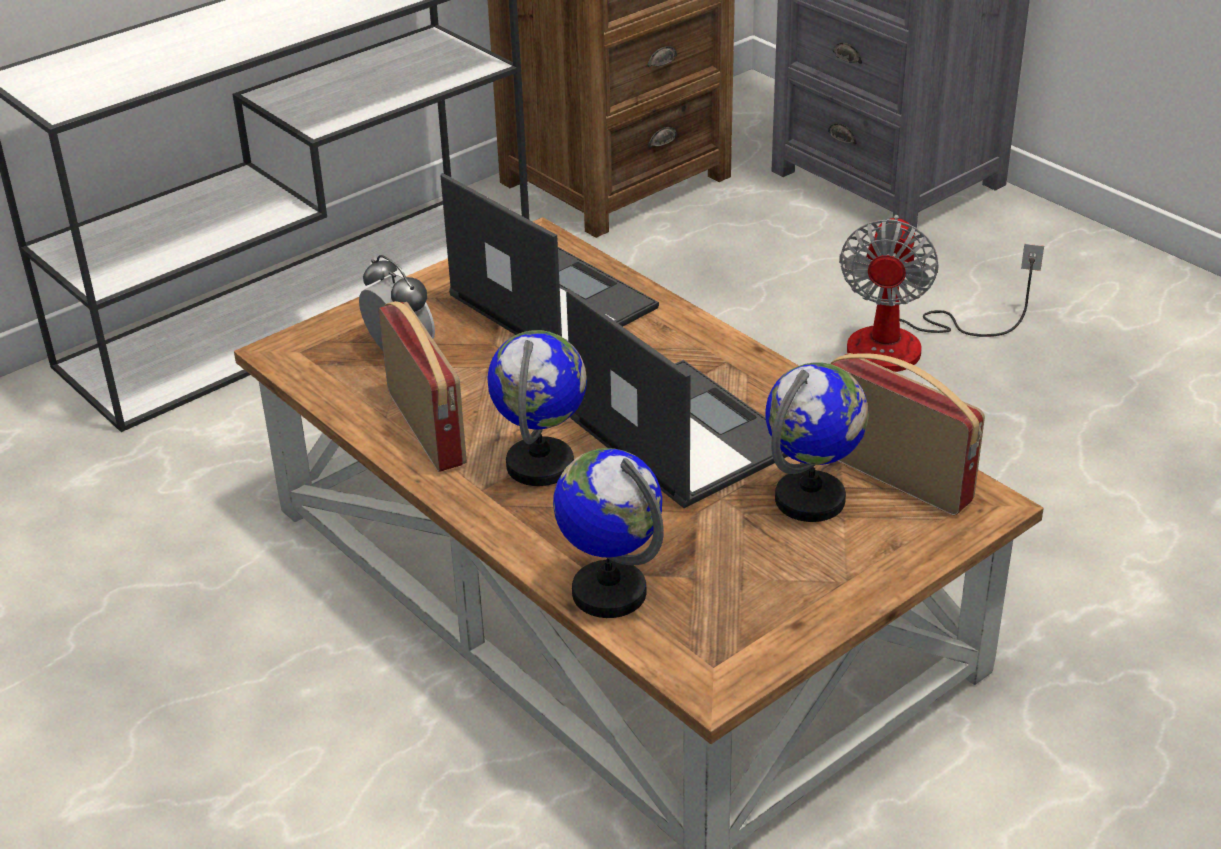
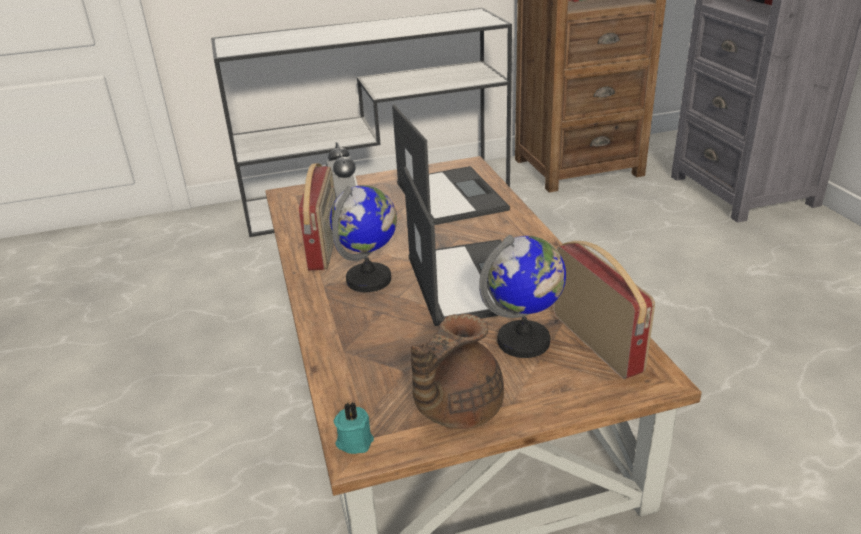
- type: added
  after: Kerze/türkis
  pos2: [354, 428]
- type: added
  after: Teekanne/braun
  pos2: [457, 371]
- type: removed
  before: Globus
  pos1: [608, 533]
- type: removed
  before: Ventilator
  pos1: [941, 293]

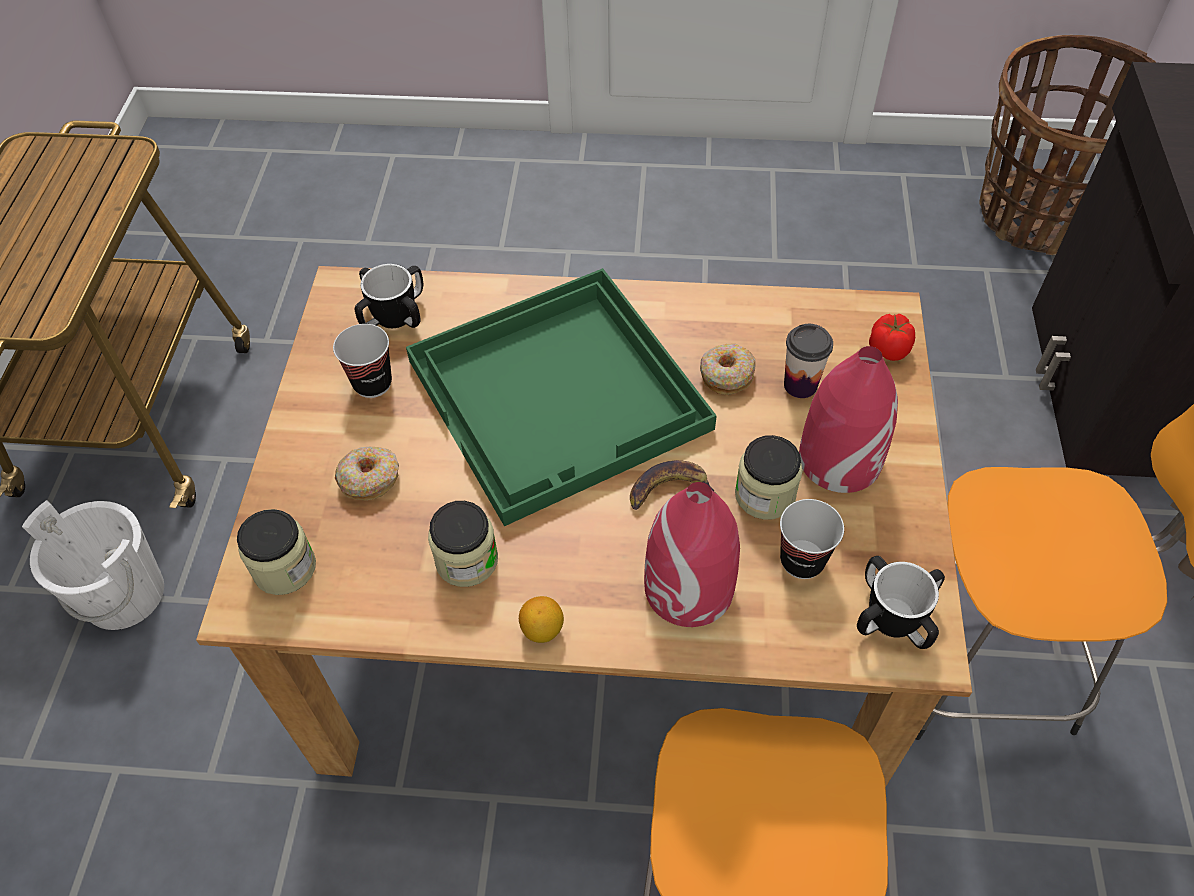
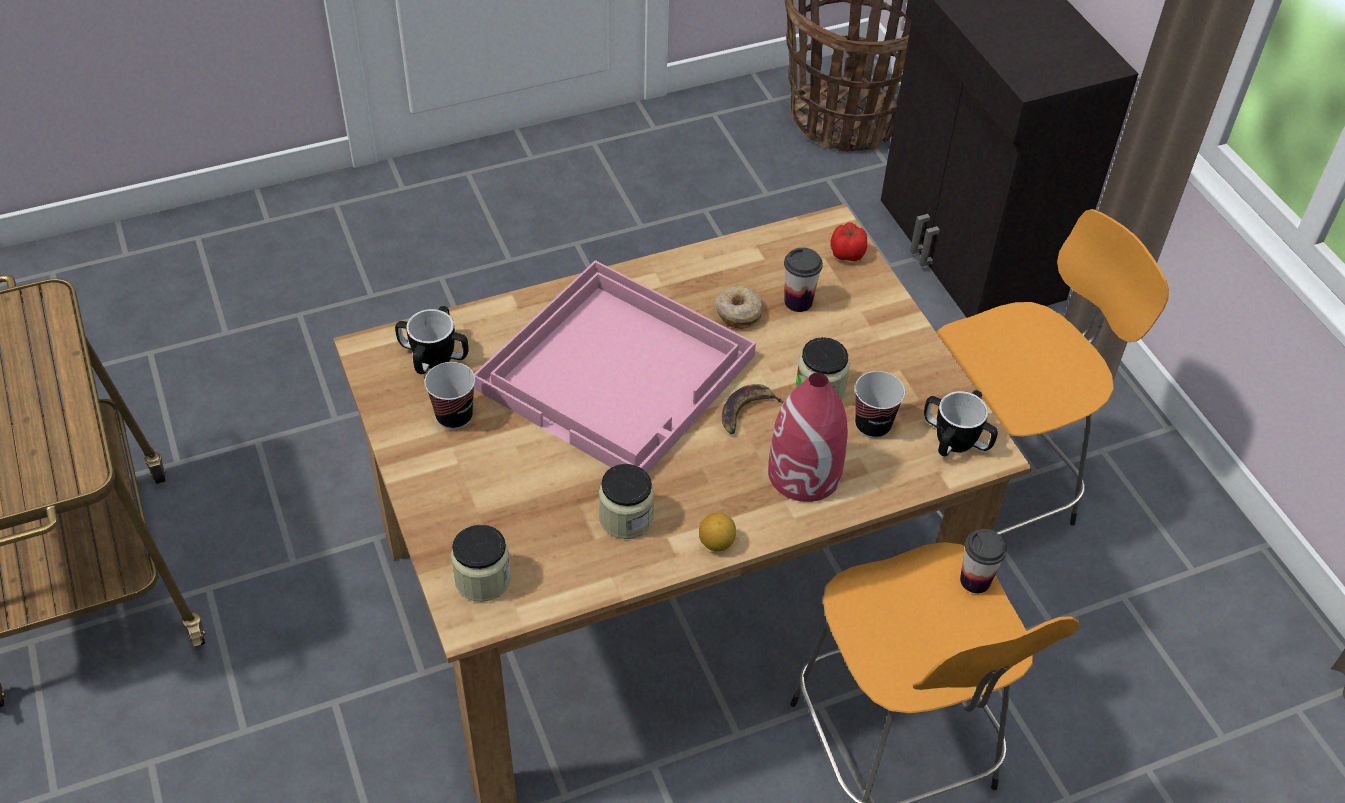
- type: recoloured
  before: Tablett/grün
  after: Tablett/rosa
  pos1: [561, 397]
  pos2: [615, 367]
- type: added
  after: Tasse
  pos2: [983, 561]
- type: removed
  before: Eimer/weiß
  pos1: [93, 565]
- type: removed
  before: Donut
  pos1: [367, 473]
- type: removed
  before: Vase/rot
  pos1: [848, 419]

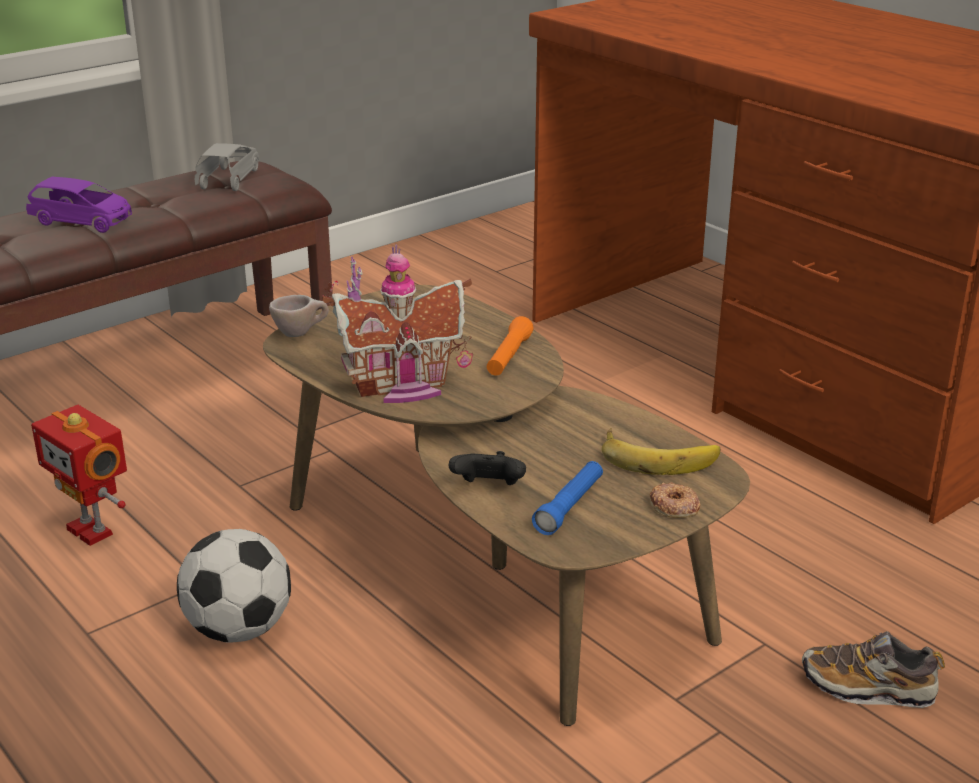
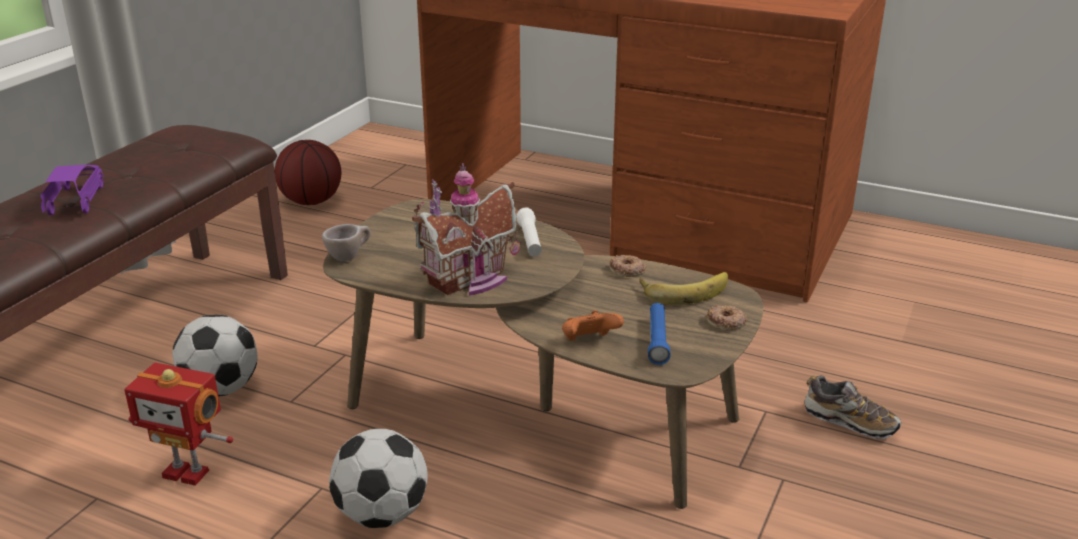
- type: turned
  before: Spielzeugauto/lila
  pos1: [79, 205]
  pos2: [72, 190]
  turn: -90
- type: added
  after: Fußball
  pos2: [215, 355]
- type: added
  after: Basketball
  pos2: [307, 172]
- type: recoloured
  before: Taschenlampe/orange
  after: Taschenlampe/weiß
  pos1: [510, 345]
  pos2: [529, 231]
- type: recoloured
  before: Gamepad/schwarz
  after: Gamepad/orange
  pos1: [487, 468]
  pos2: [593, 325]
- type: added
  after: Donut
  pos2: [627, 265]
- type: turned
  before: Schuh
  pos1: [873, 669]
  pos2: [853, 407]
  turn: -135
- type: removed
  before: Spielzeugauto/grau
  pos1: [227, 167]

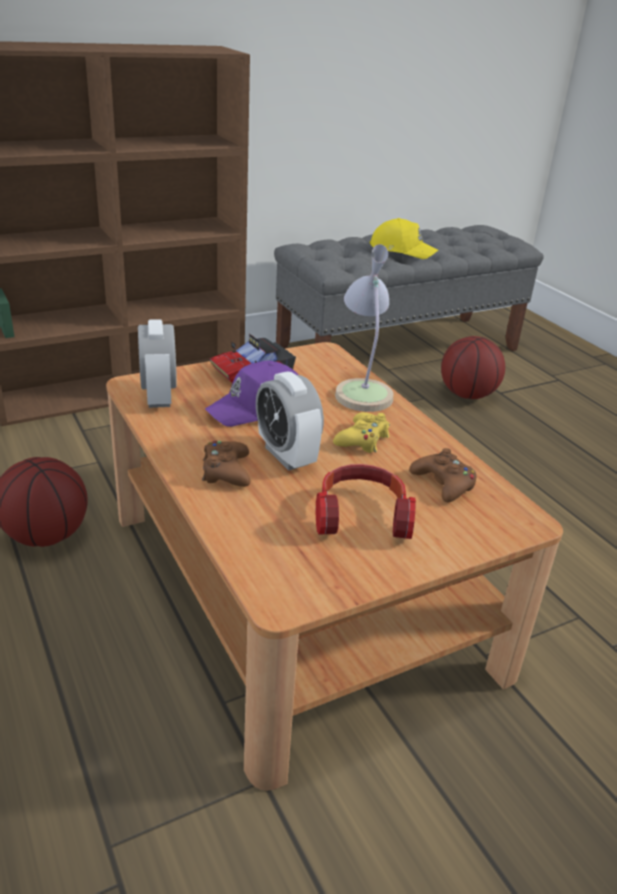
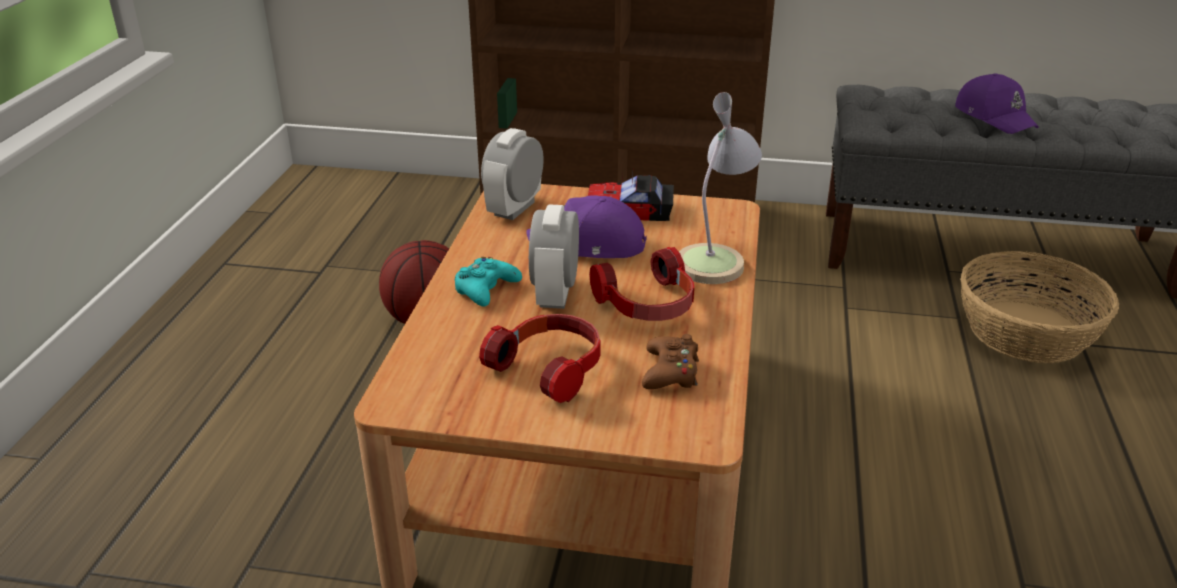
- type: recoloured
  before: Gamepad/braun
  after: Gamepad/türkis
  pos1: [226, 464]
  pos2: [488, 282]
- type: replaced
  before: Gamepad/gelb
  after: Kopfhörer
  pos1: [361, 432]
  pos2: [641, 284]
- type: recoloured
  before: Kappe/gelb
  after: Kappe/lila
  pos1: [404, 238]
  pos2: [997, 103]
- type: replaced
  before: Basketball
  after: Korb
  pos1: [473, 367]
  pos2: [1039, 307]

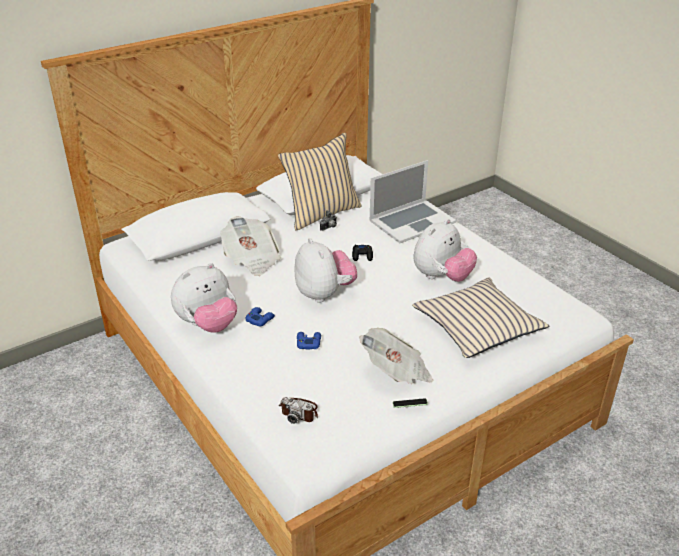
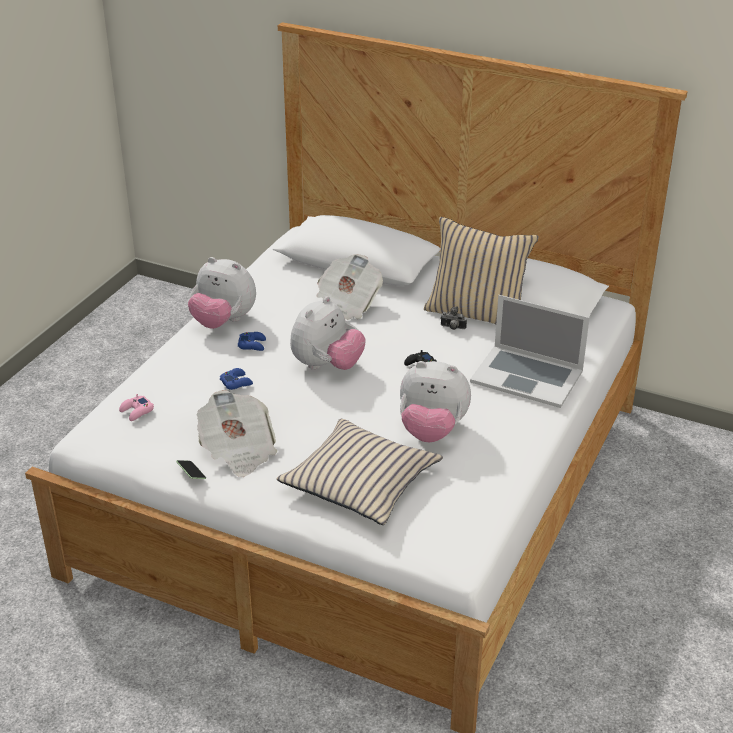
- type: replaced
  before: Kamera
  after: Gamepad/rosa
  pos1: [298, 410]
  pos2: [136, 407]

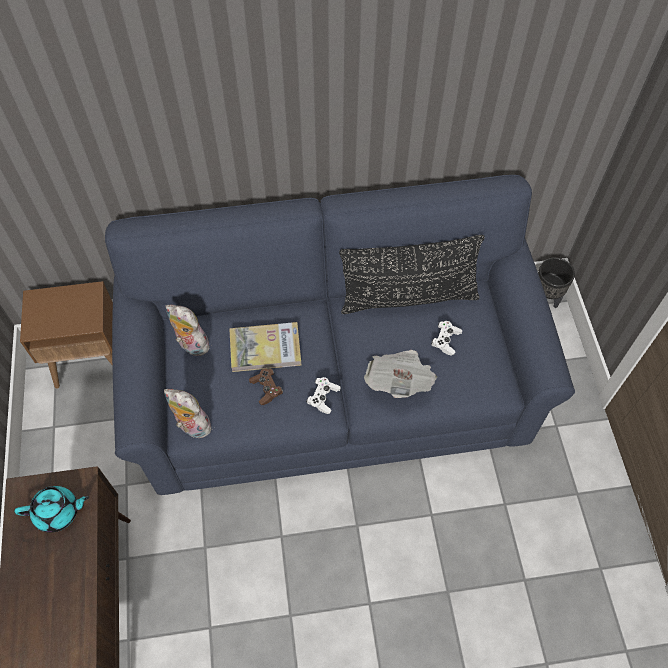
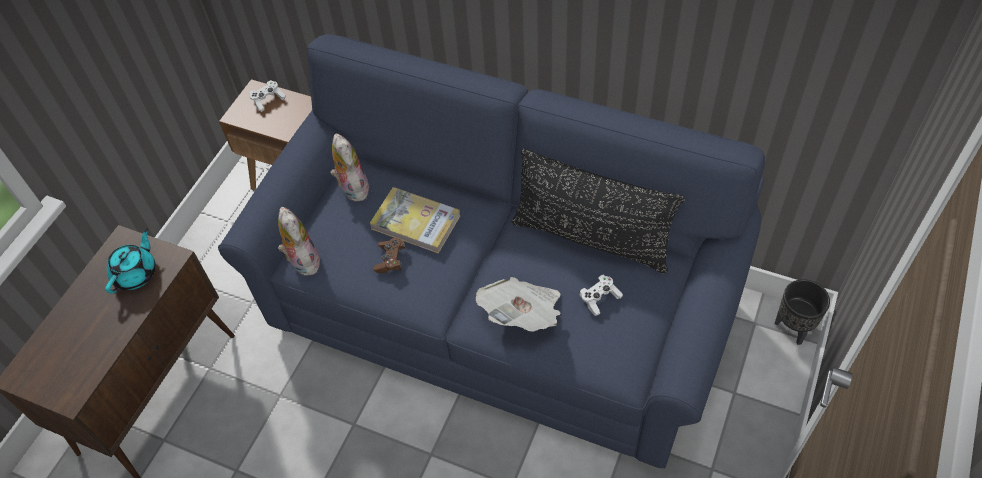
- type: turned
  before: Teekanne/türkis
  pos1: [52, 509]
  pos2: [130, 260]
  turn: -90
- type: moved
  before: Gamepad/weiß
  pos1: [323, 395]
  pos2: [267, 96]

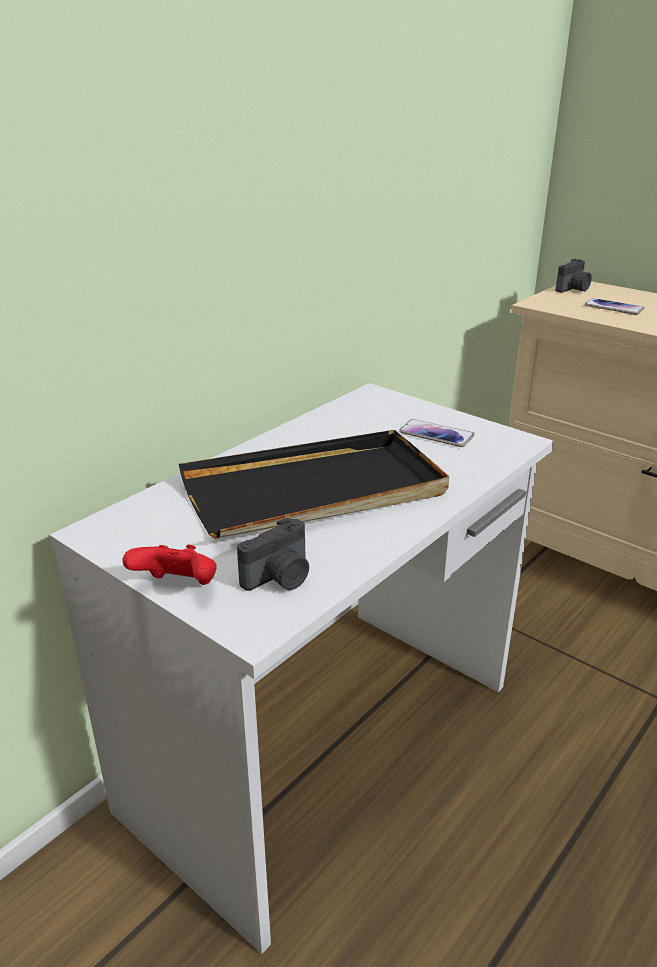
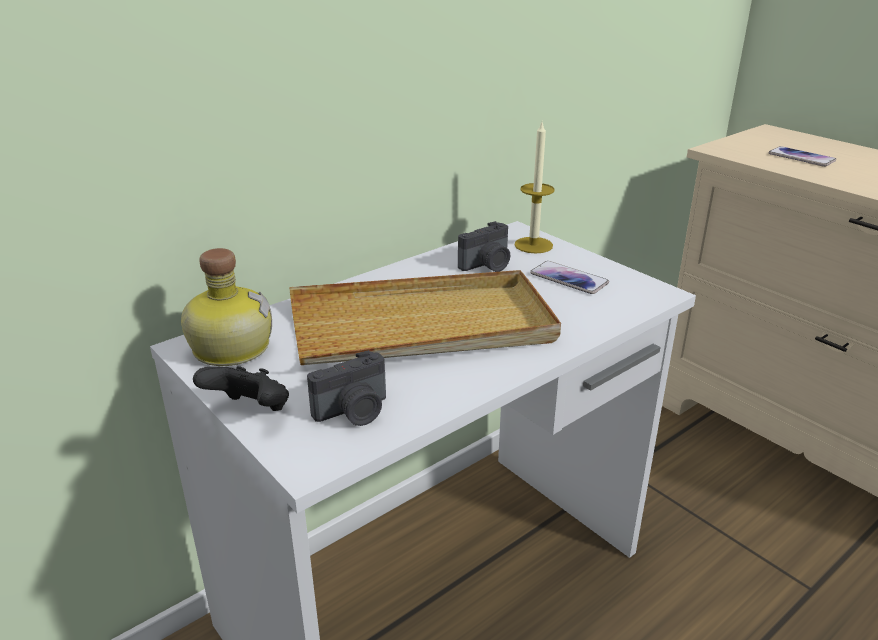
- type: added
  after: Flasche
  pos2: [226, 307]
- type: recoloured
  before: Gamepad/rot
  after: Gamepad/schwarz
  pos1: [169, 565]
  pos2: [241, 388]
- type: recoloured
  before: Tablett/schwarz
  after: Tablett/beige
  pos1: [314, 484]
  pos2: [425, 317]
- type: moved
  before: Kamera
  pos1: [573, 275]
  pos2: [484, 246]
- type: added
  after: Kerze
  pos2: [534, 187]

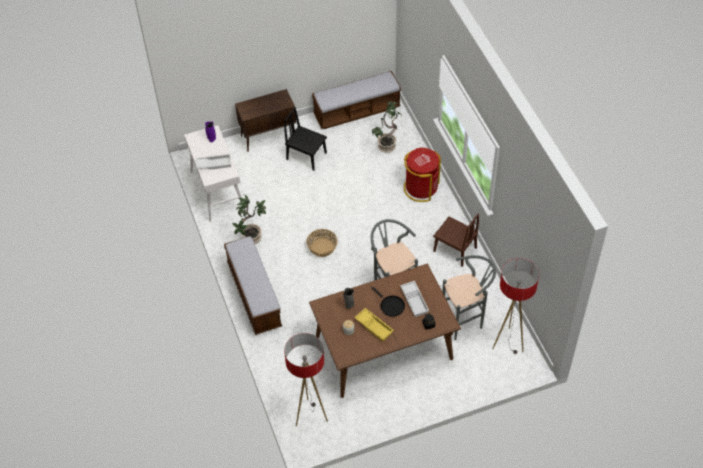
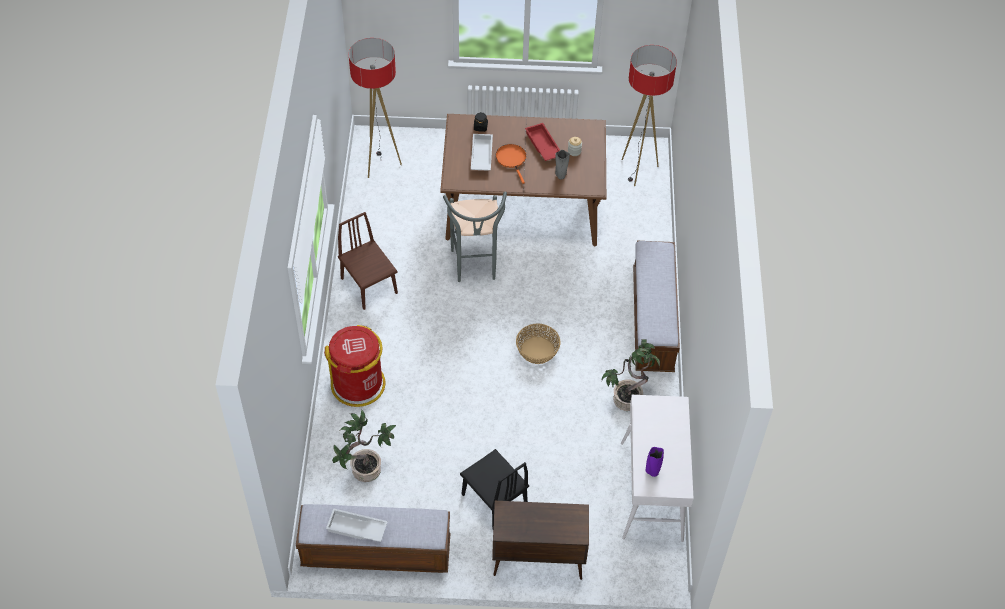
- type: moved
  before: Tablett/weiß
  pos1: [214, 162]
  pos2: [357, 525]
- type: recoloured
  before: Pfanne/schwarz
  after: Pfanne/orange
  pos1: [388, 302]
  pos2: [511, 164]
- type: recoloured
  before: Tablett/gelb
  after: Tablett/rot
  pos1: [373, 325]
  pos2: [542, 142]
- type: removed
  before: Hocker/grau
  pos1: [469, 297]

